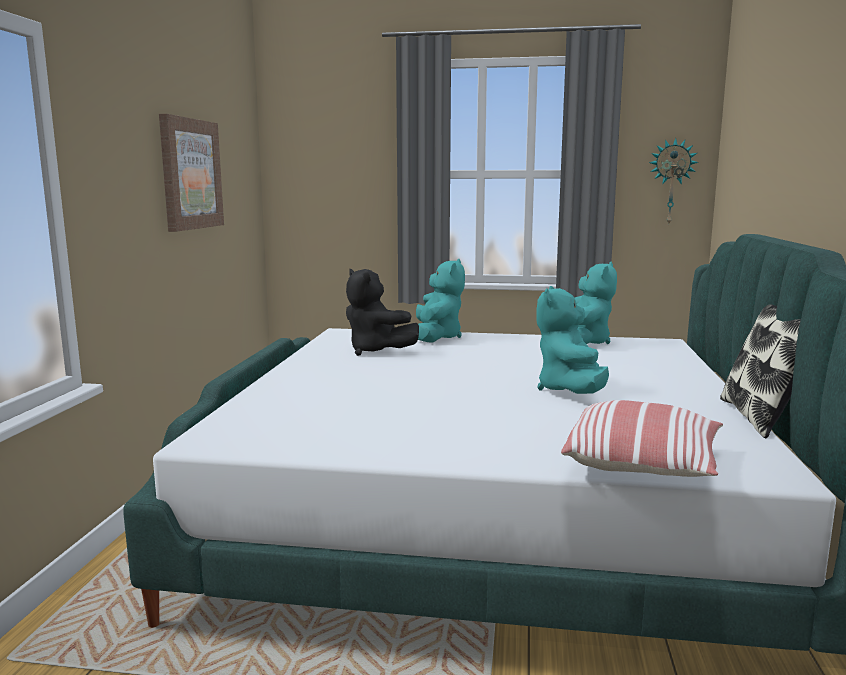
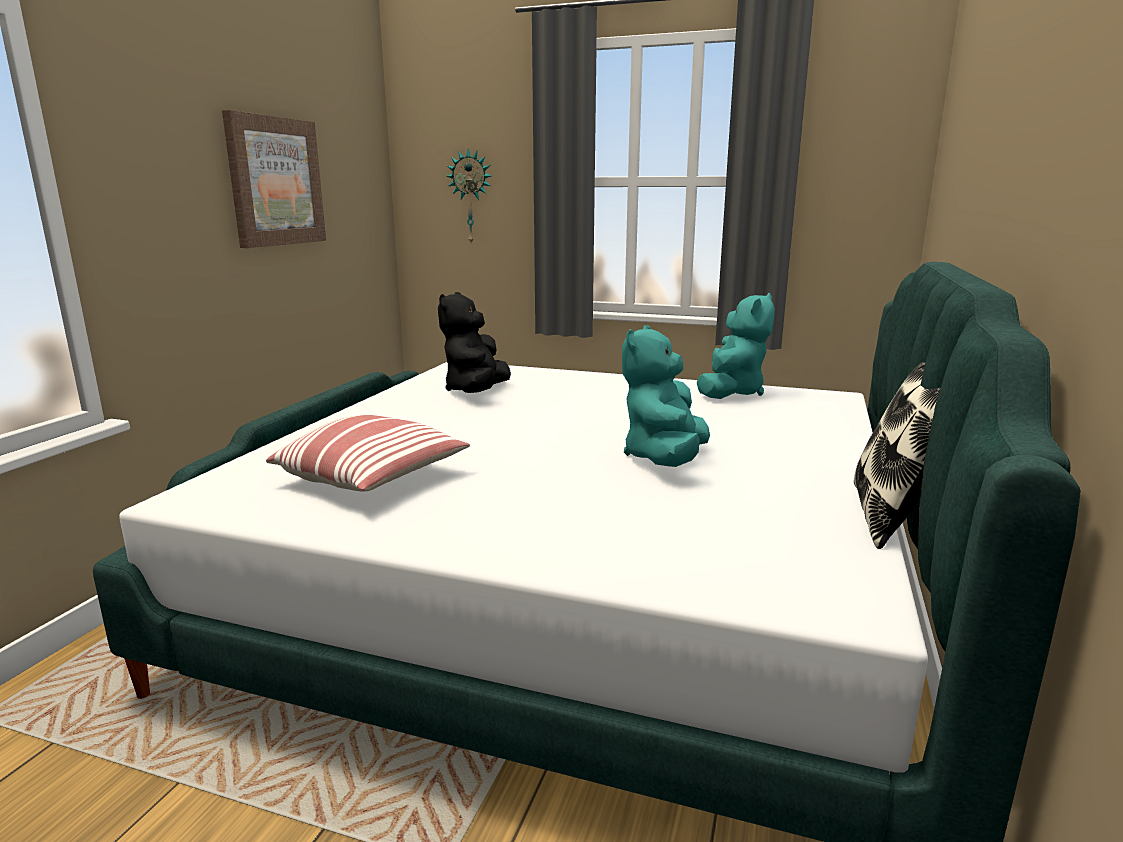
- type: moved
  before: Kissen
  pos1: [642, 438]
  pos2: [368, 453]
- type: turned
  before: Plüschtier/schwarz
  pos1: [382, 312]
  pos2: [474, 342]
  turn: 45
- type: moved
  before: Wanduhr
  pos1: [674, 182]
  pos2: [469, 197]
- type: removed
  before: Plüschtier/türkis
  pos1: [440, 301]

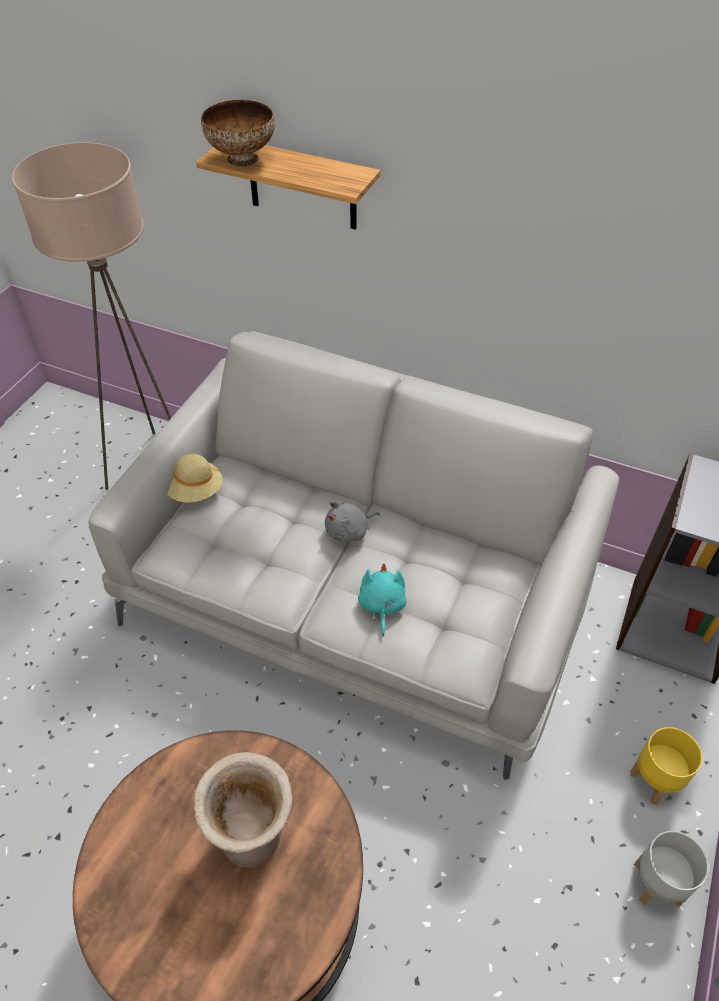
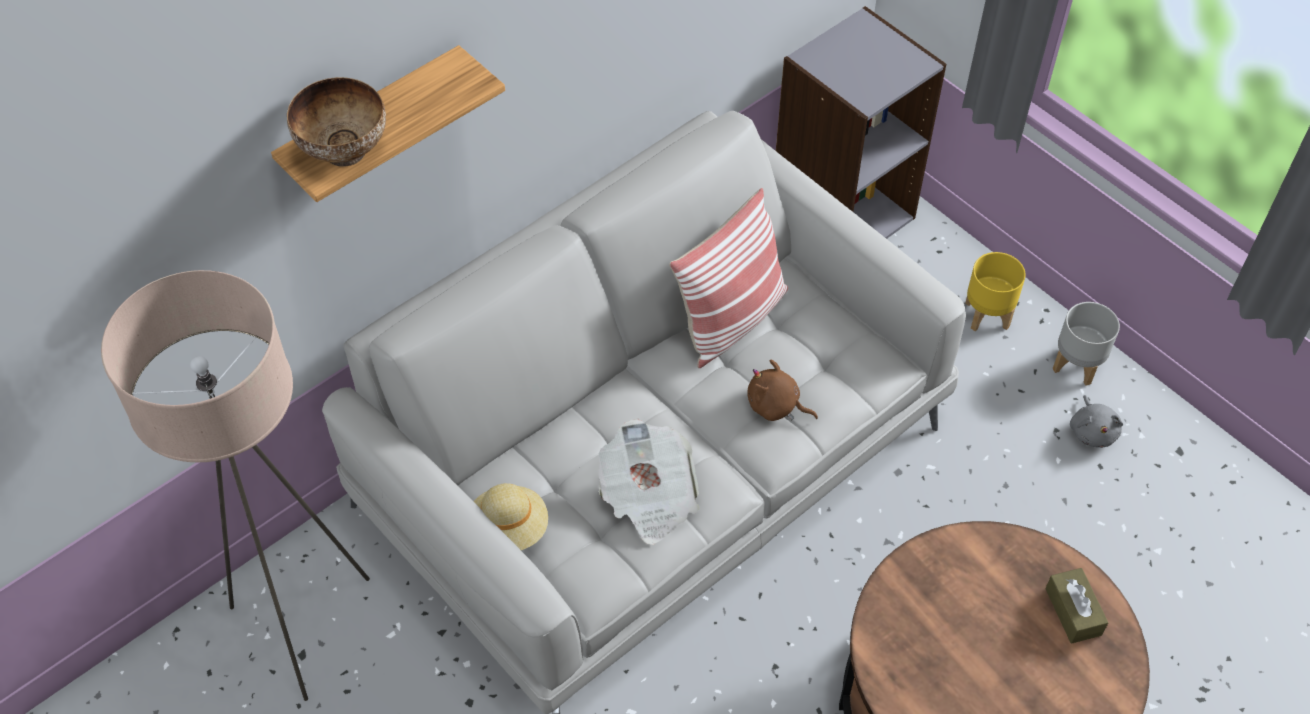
- type: added
  after: Zeitung
  pos2: [648, 482]
- type: added
  after: Kissen
  pos2: [728, 278]
- type: recoloured
  before: Plüschtier/türkis
  after: Plüschtier/braun
  pos1: [382, 599]
  pos2: [782, 390]
- type: added
  after: Taschentuchbox/braun
  pos2: [1076, 606]
- type: moved
  before: Plüschtier/grau
  pos1: [352, 521]
  pos2: [1096, 421]
- type: removed
  before: Vase/beige
  pos1: [243, 809]

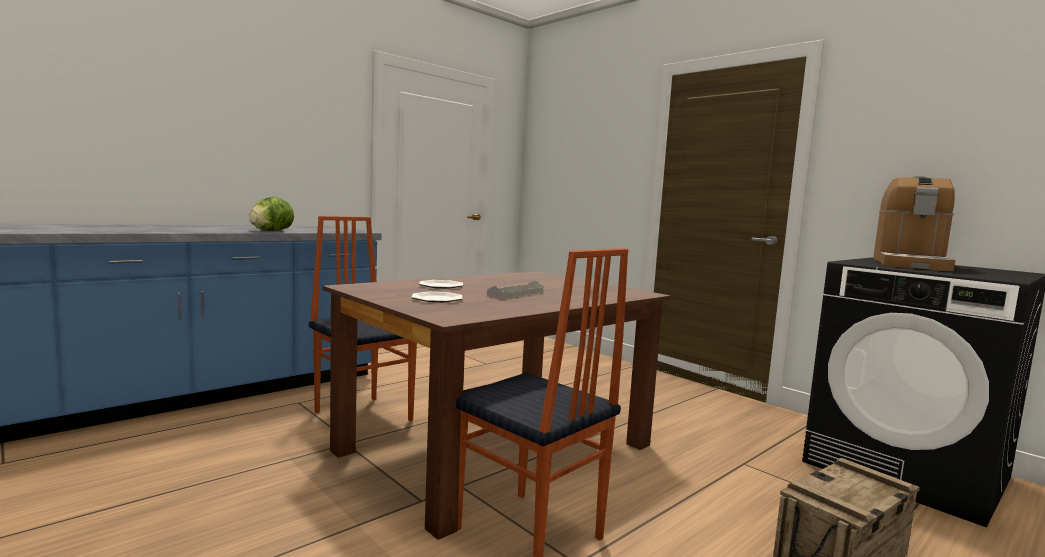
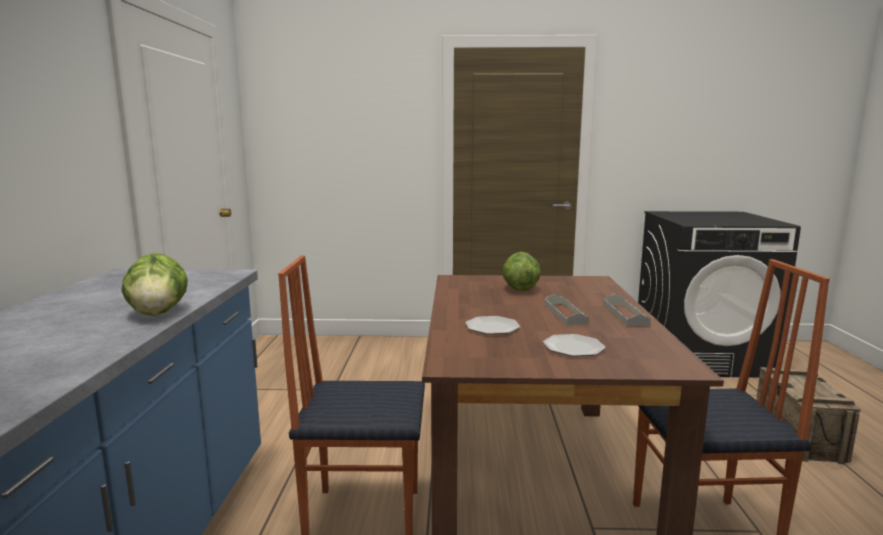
- type: added
  after: Salatkopf
  pos2: [521, 271]
- type: added
  after: Tablett/grau
  pos2: [627, 310]
- type: removed
  before: Kaffeemaschine
  pos1: [914, 223]

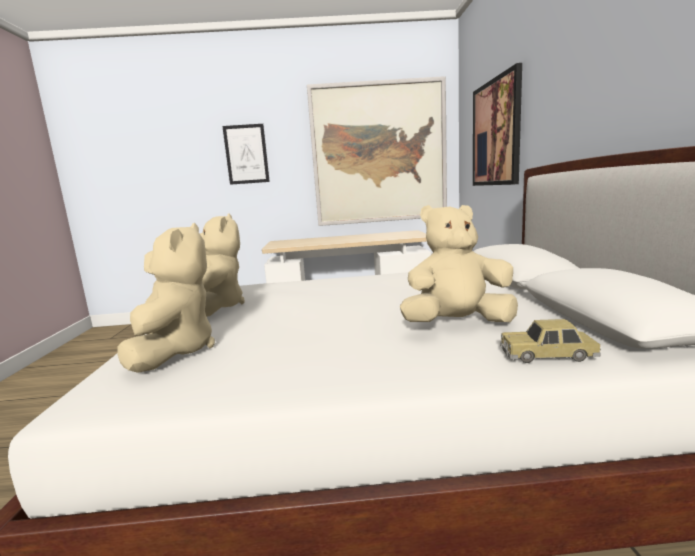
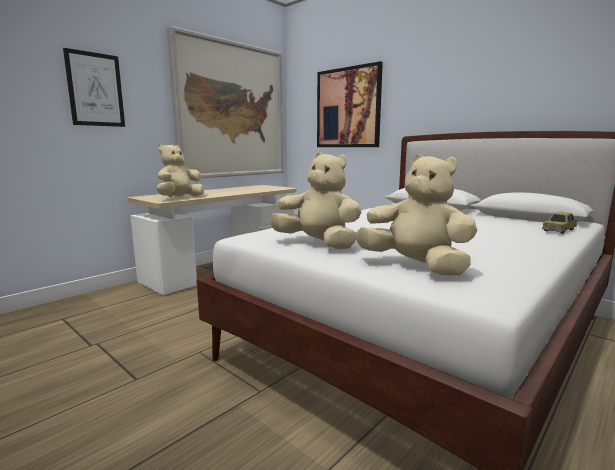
- type: moved
  before: Plüschtier/beige
  pos1: [459, 263]
  pos2: [180, 170]

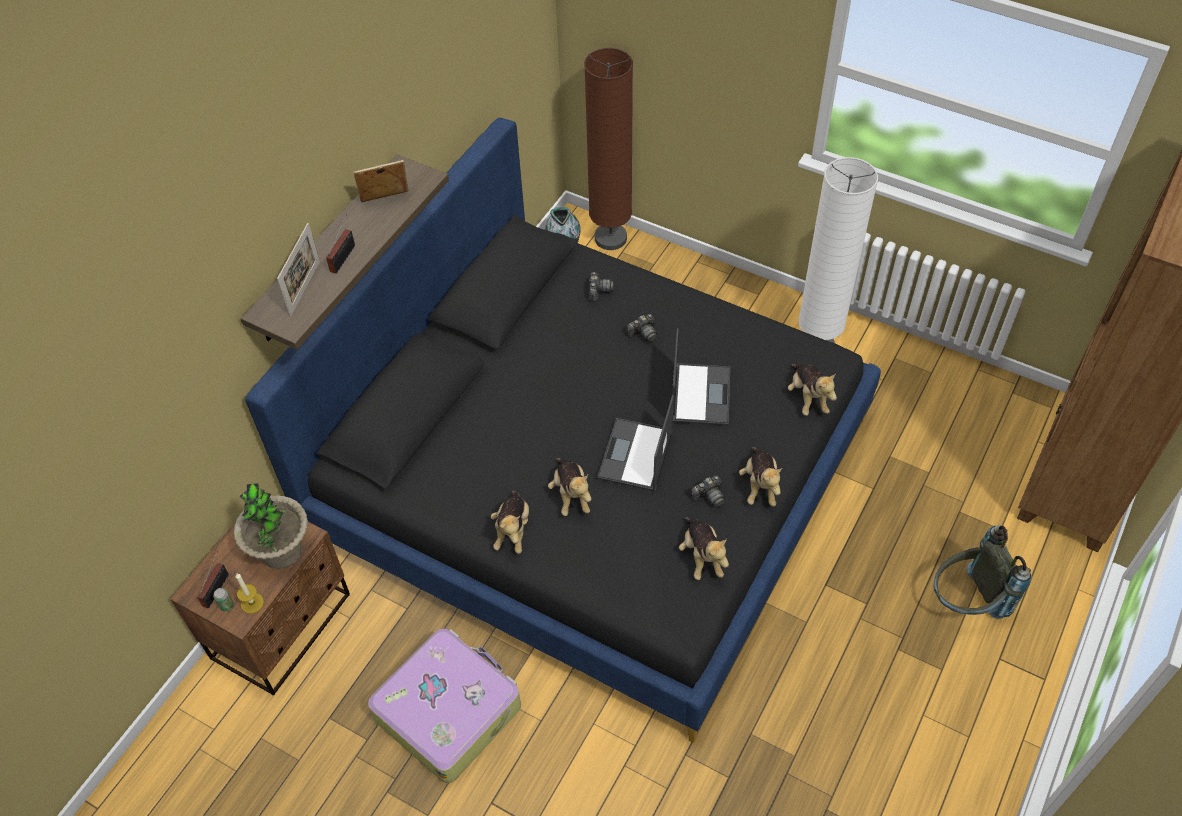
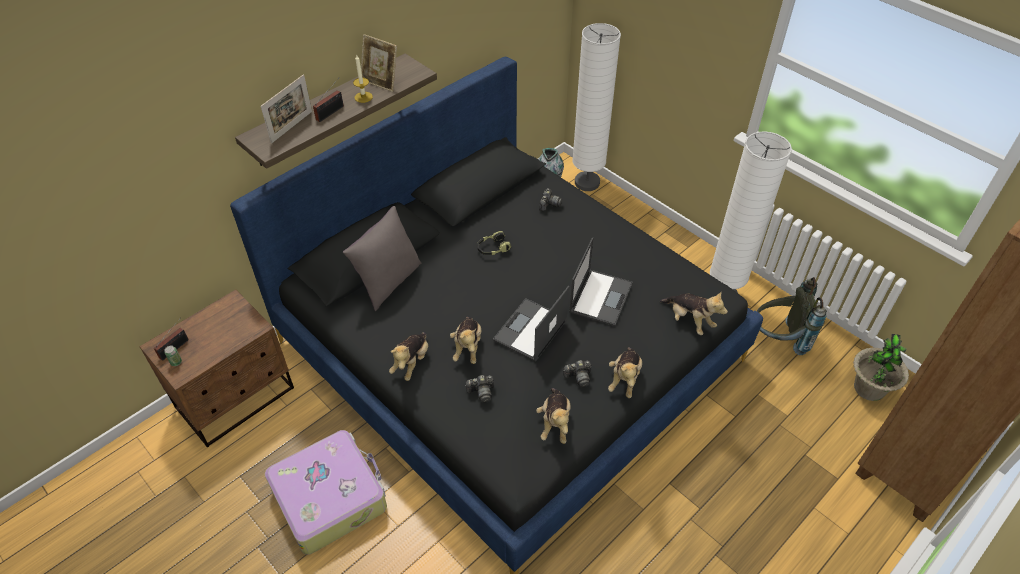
- type: added
  after: Kissen/grau
  pos2: [382, 258]
- type: moved
  before: Kerze
  pos1: [250, 594]
  pos2: [363, 79]
- type: turned
  before: Bilderrahmen
  pos1: [381, 181]
  pos2: [379, 63]
  turn: -150
- type: moved
  before: Kamera
  pos1: [642, 328]
  pos2: [479, 389]
- type: added
  after: Kopfhörer
  pos2: [494, 243]
- type: recoloured
  before: Stehlampe/braun
  after: Stehlampe/weiß
  pos1: [608, 149]
  pos2: [596, 107]
- type: turned
  before: Plüschtier
  pos1: [812, 390]
  pos2: [693, 313]
  turn: -45
- type: moved
  before: Rucksack/grau
  pos1: [983, 572]
  pos2: [792, 316]
- type: moved
  before: Topfpflanze
  pos1: [271, 526]
  pos2: [881, 367]

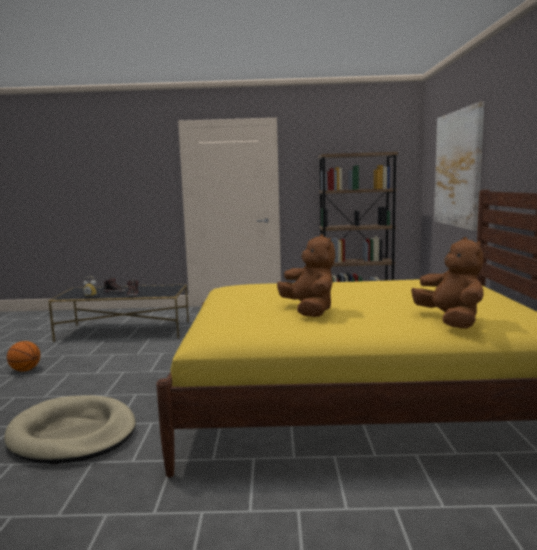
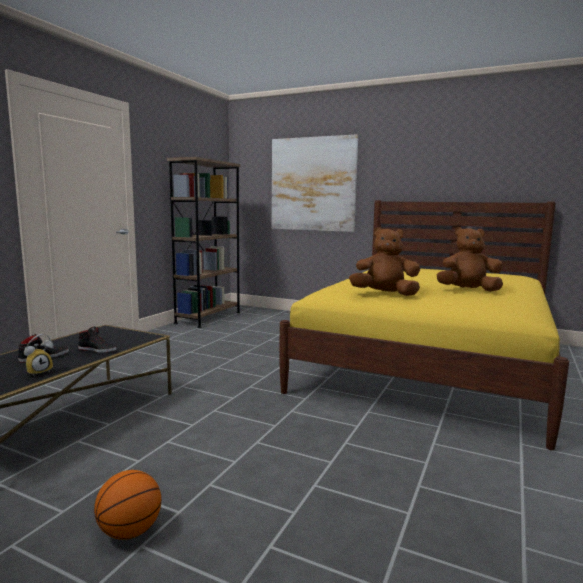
- type: moved
  before: Plüschtier/braun
  pos1: [447, 283]
  pos2: [384, 261]
- type: removed
  before: Hundebett/beige
  pos1: [70, 429]

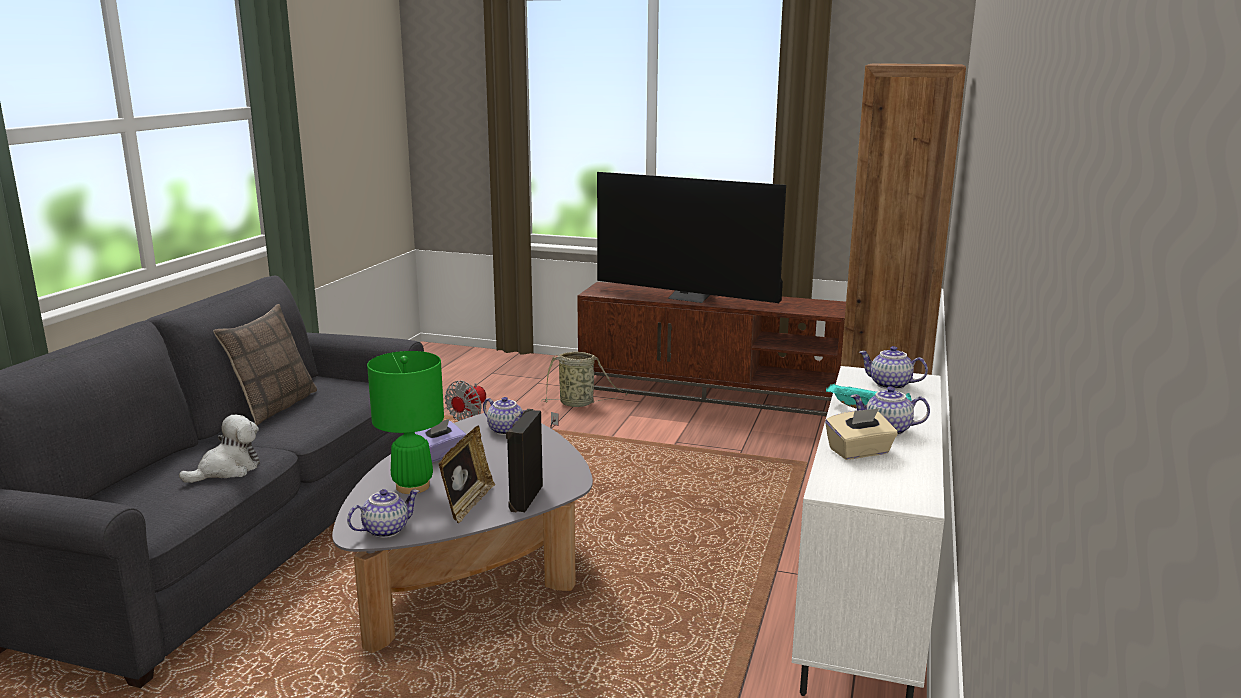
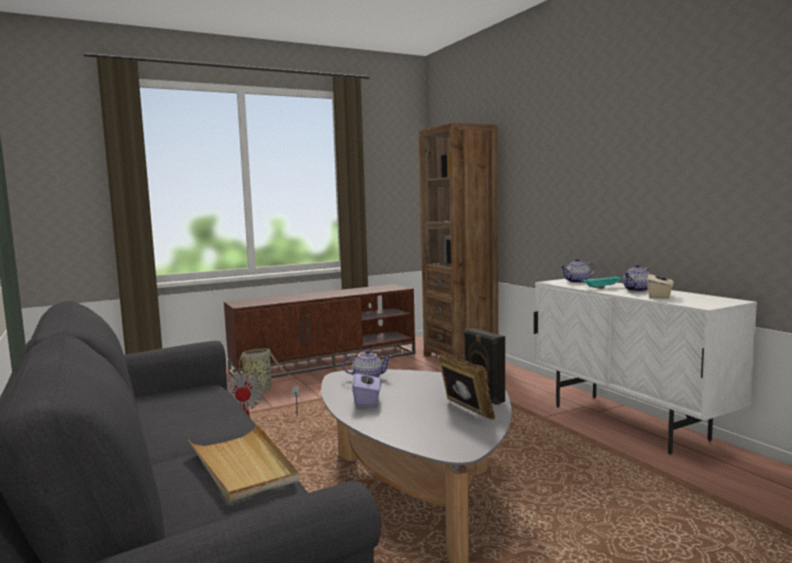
- type: replaced
  before: Plüschtier
  after: Tablett/beige
  pos1: [219, 449]
  pos2: [243, 463]
- type: removed
  before: Kissen
  pos1: [265, 365]
- type: removed
  before: Teekanne
  pos1: [383, 513]
- type: removed
  before: Tischlampe/grün
  pos1: [405, 422]
- type: removed
  before: Fernseher
  pos1: [691, 237]

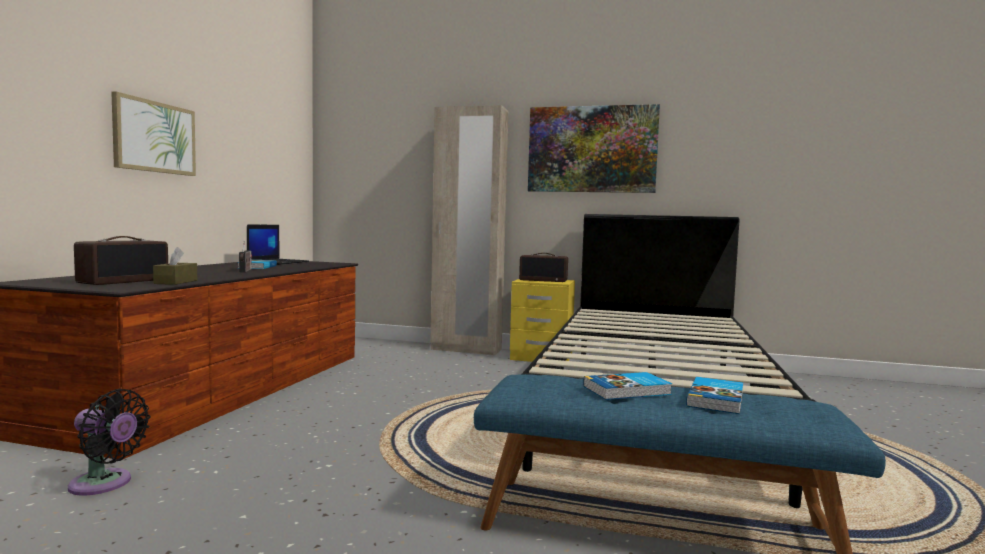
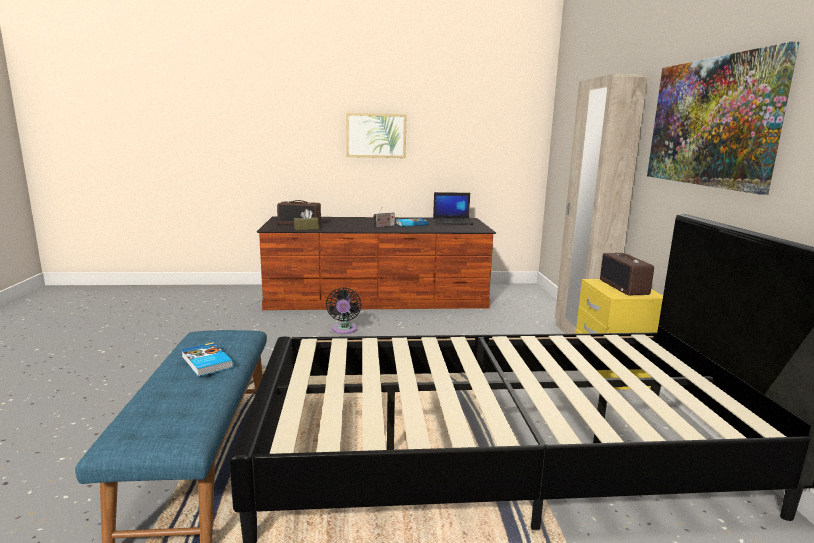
- type: moved
  before: Ventilator/schwarz
  pos1: [109, 442]
  pos2: [343, 310]
- type: removed
  before: Buch
  pos1: [714, 395]

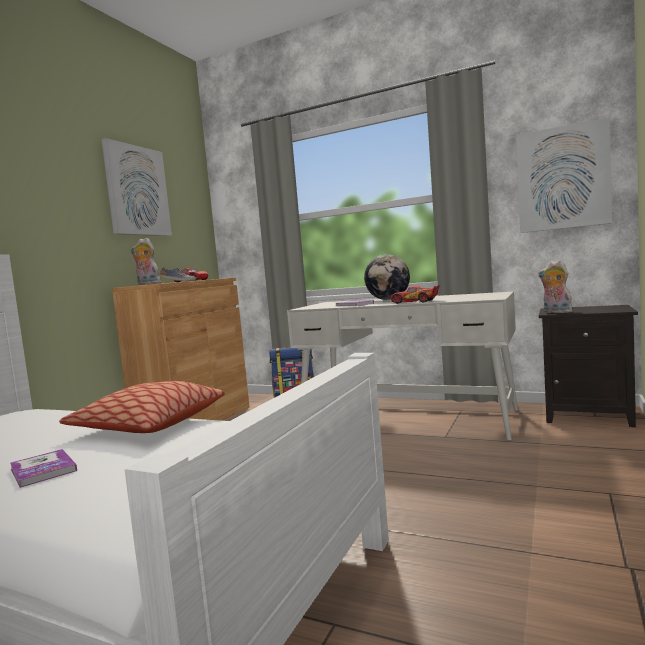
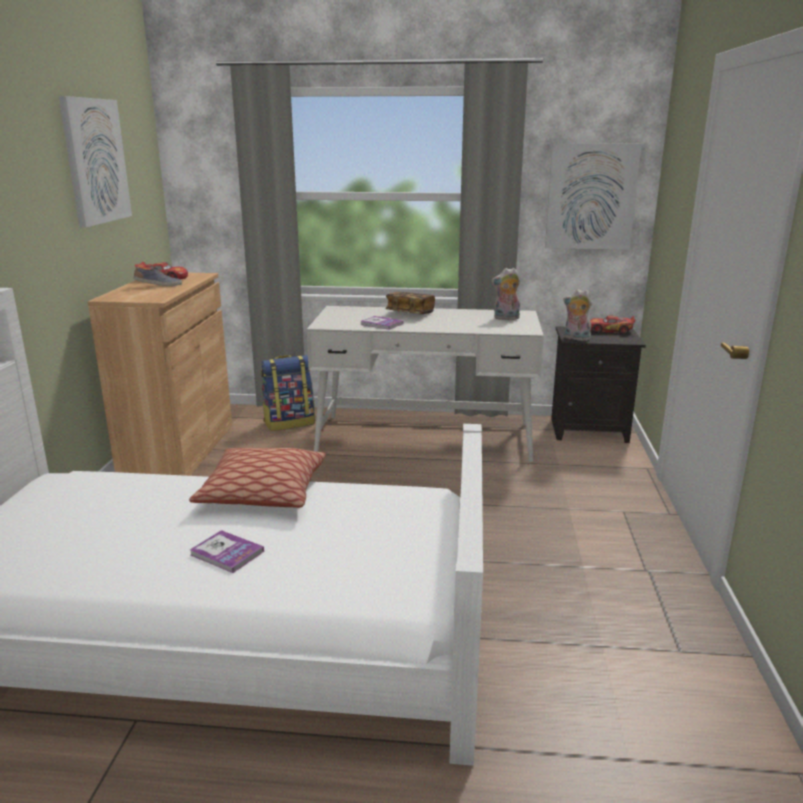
- type: replaced
  before: Globus
  after: Buch
  pos1: [387, 277]
  pos2: [410, 303]
- type: moved
  before: Plüschtier
  pos1: [147, 261]
  pos2: [505, 294]
- type: moved
  before: Spielzeugauto
  pos1: [415, 294]
  pos2: [613, 325]

